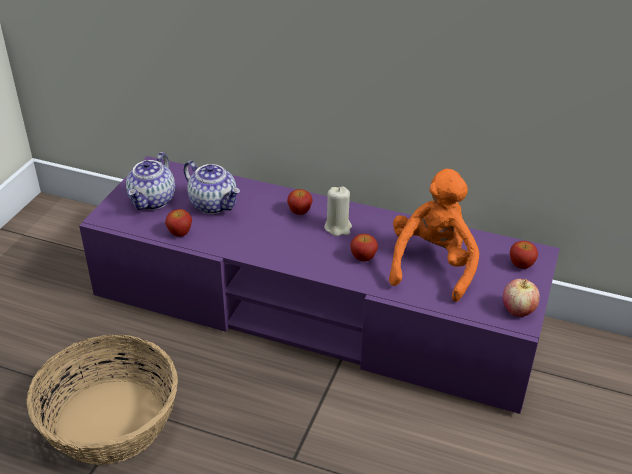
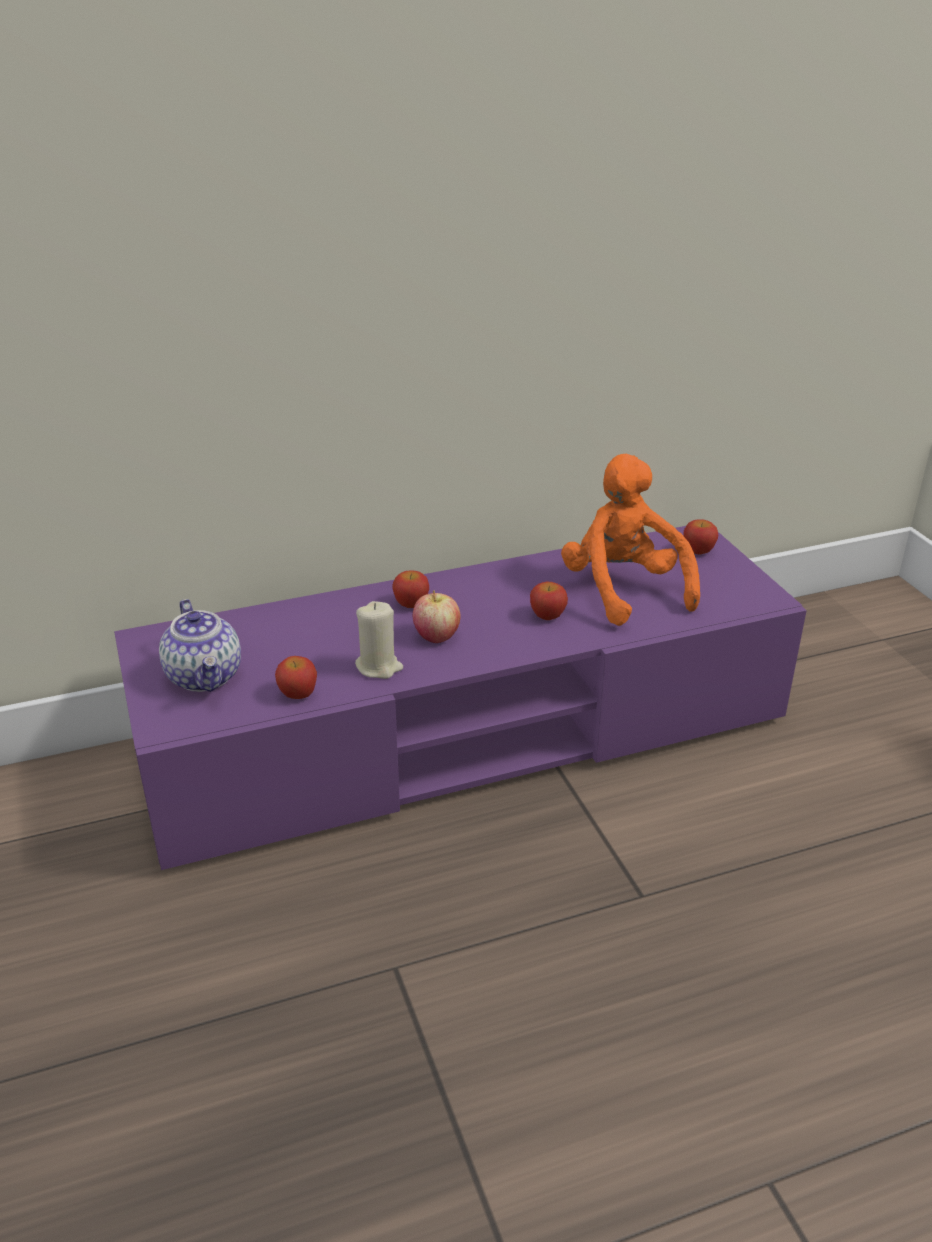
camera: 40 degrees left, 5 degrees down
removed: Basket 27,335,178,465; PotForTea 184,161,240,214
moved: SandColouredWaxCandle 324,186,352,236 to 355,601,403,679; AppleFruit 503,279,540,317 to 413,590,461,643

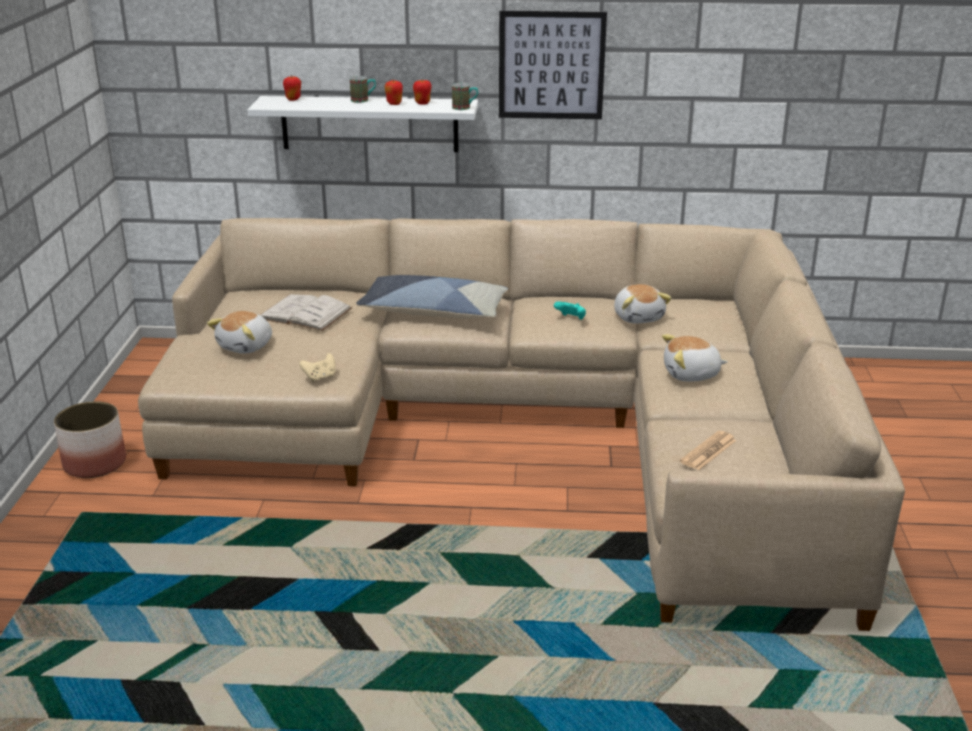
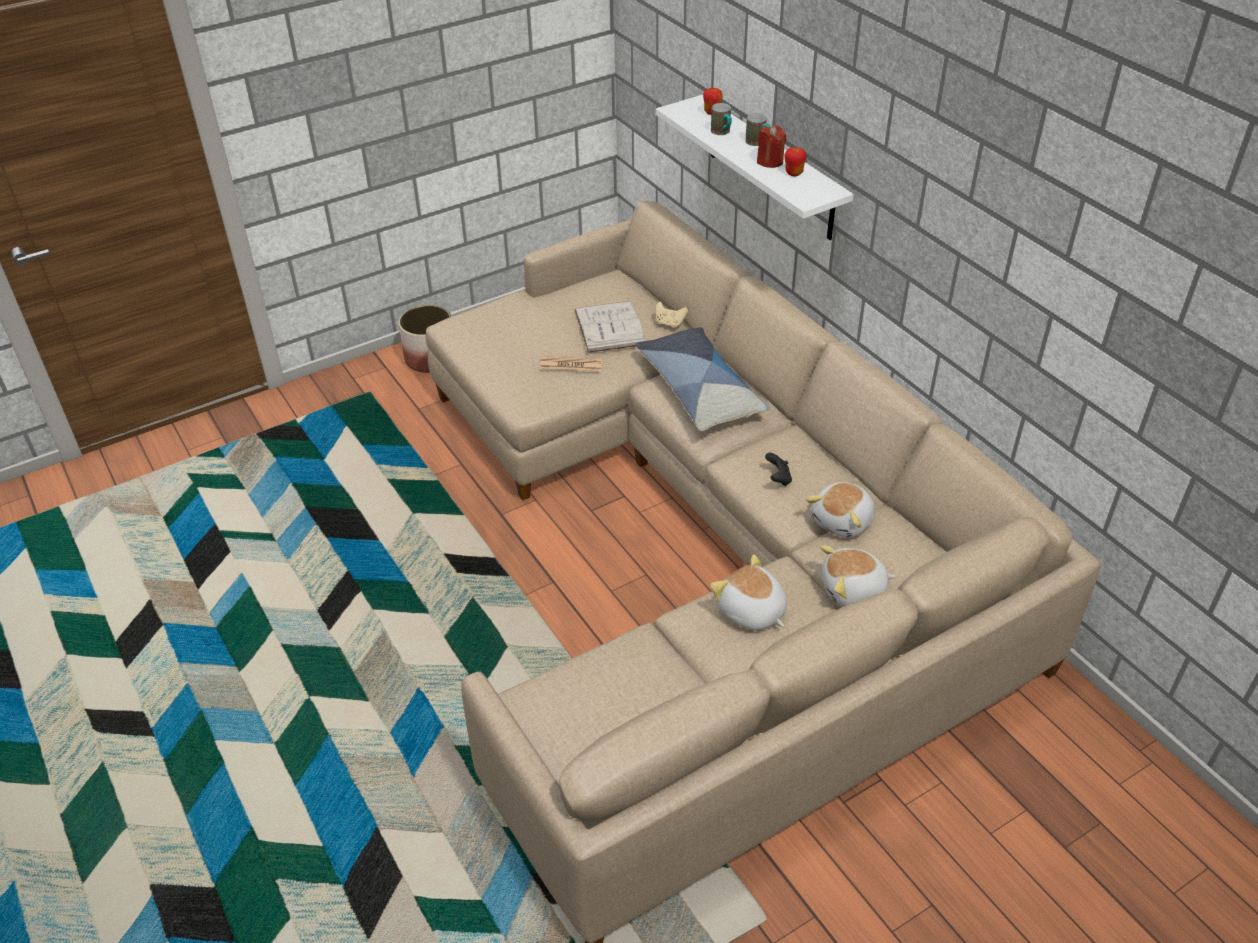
camera: 55 degrees right, 15 degrees up
removed: WallPicture 499,11,607,119
moved: SoftToy 207,311,272,354 to 820,545,896,607; SandColouredGamepad 299,353,336,382 to 656,302,688,328; CoffeeMug 452,83,478,110 to 711,103,732,135; DailyPaper 680,431,737,470 to 540,356,603,372
replaced: AppleFruit 385,79,403,105 to RedColouredWaxCandle 757,125,786,168
recoloured: TurquoiseColouredGamepad 554,302,586,320 to BlackColouredGamepad 765,453,792,486

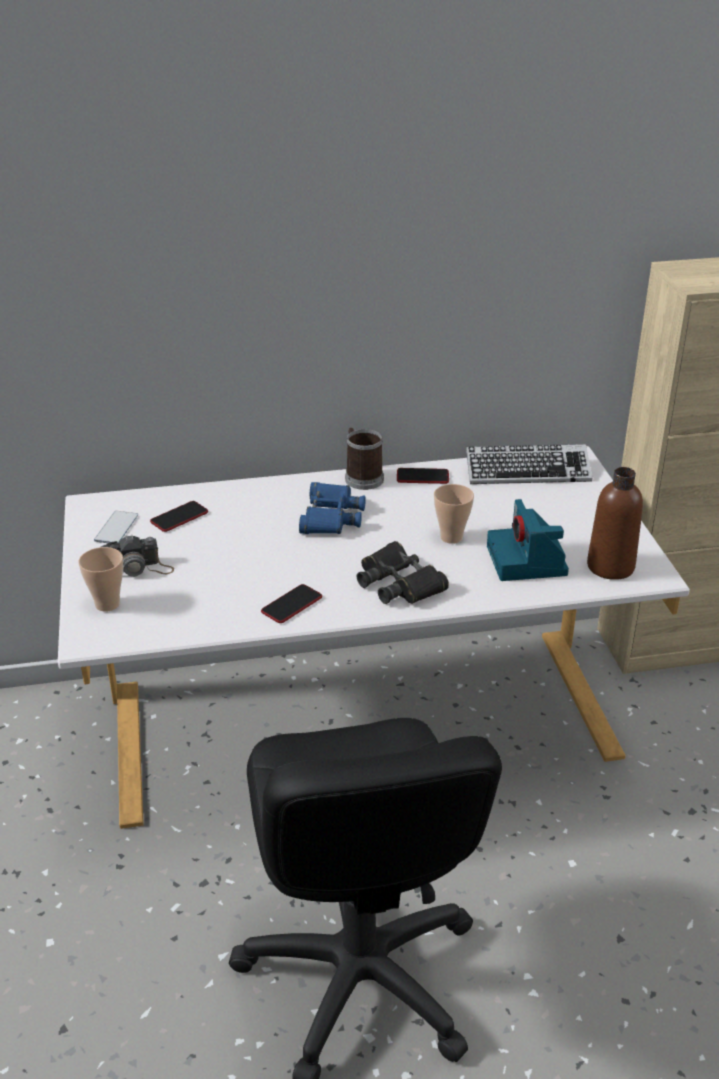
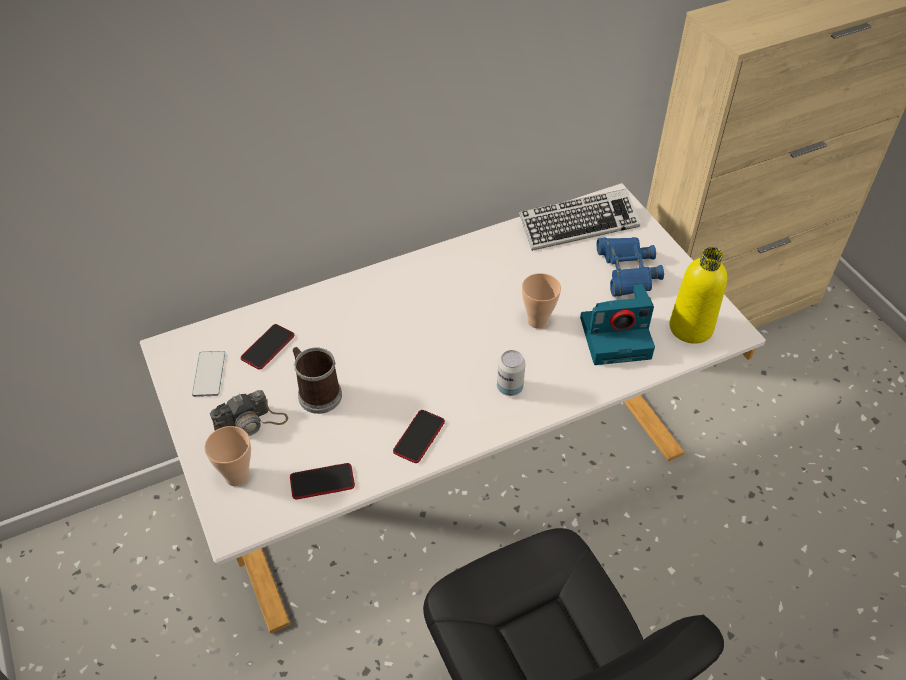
camera: 15 degrees left, 15 degrees up
moved: BlueBinoculars 299,482,366,534 to 596,237,664,297; CoffeeMug 345,428,384,490 to 293,347,342,414; Telephone 397,468,449,484 to 290,463,355,500
replaced: BlackColouredBinoculars 357,541,449,604 to SealedCan 497,350,526,396
recoloured: BrownDrinkBottle 587,467,643,580 to YellowColouredDrinkBottle 669,247,727,344
turned: StillCamera 487,499,569,581 = 580,284,655,365 75 degrees counterclockwise

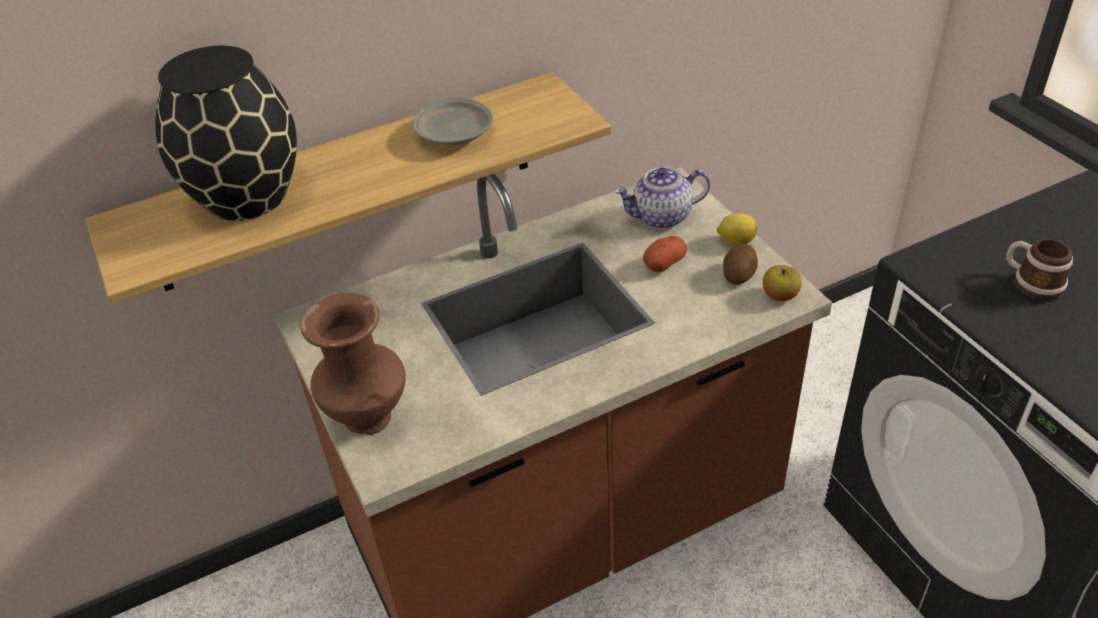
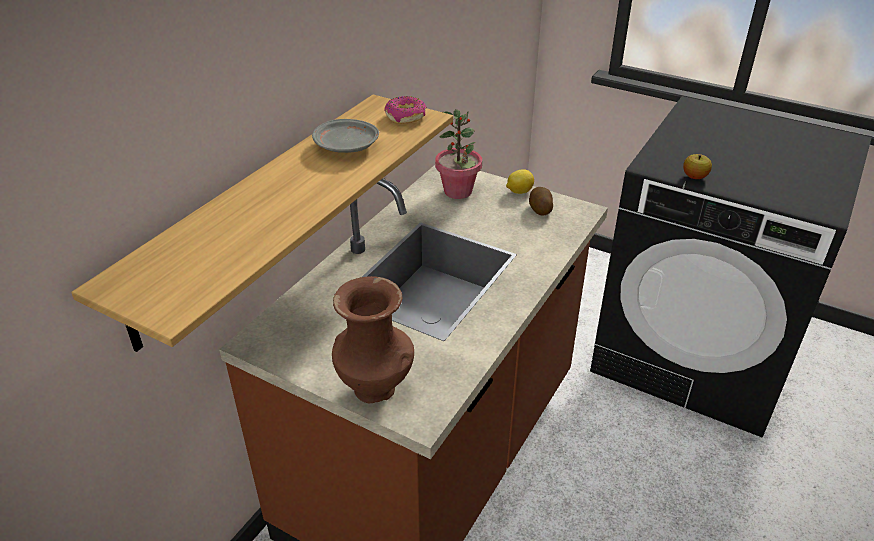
camera: 35 degrees left, 5 degrees down
removed: BlackColouredFlowerVase 155,46,297,221; Spud 643,236,687,272; CoffeeMug 1006,239,1073,300
added: RingDoughnut 384,96,427,124
moved: AppleFruit 763,265,802,301 to 683,154,712,179
replaced: PotForTea 614,167,710,229 to PottedPlant 435,109,482,199

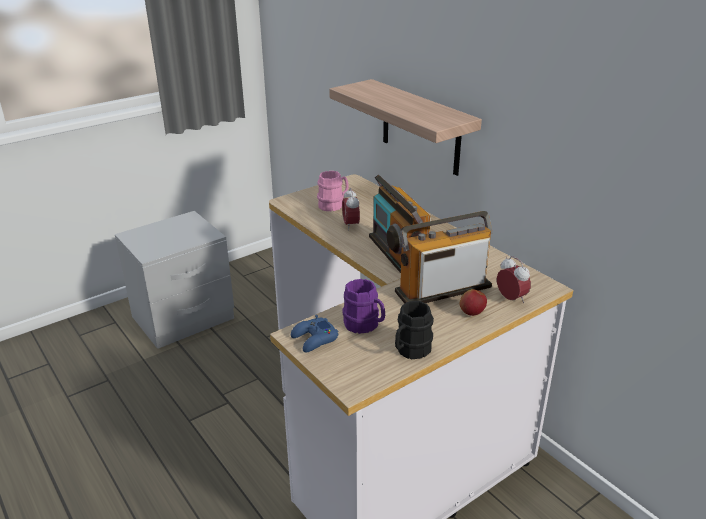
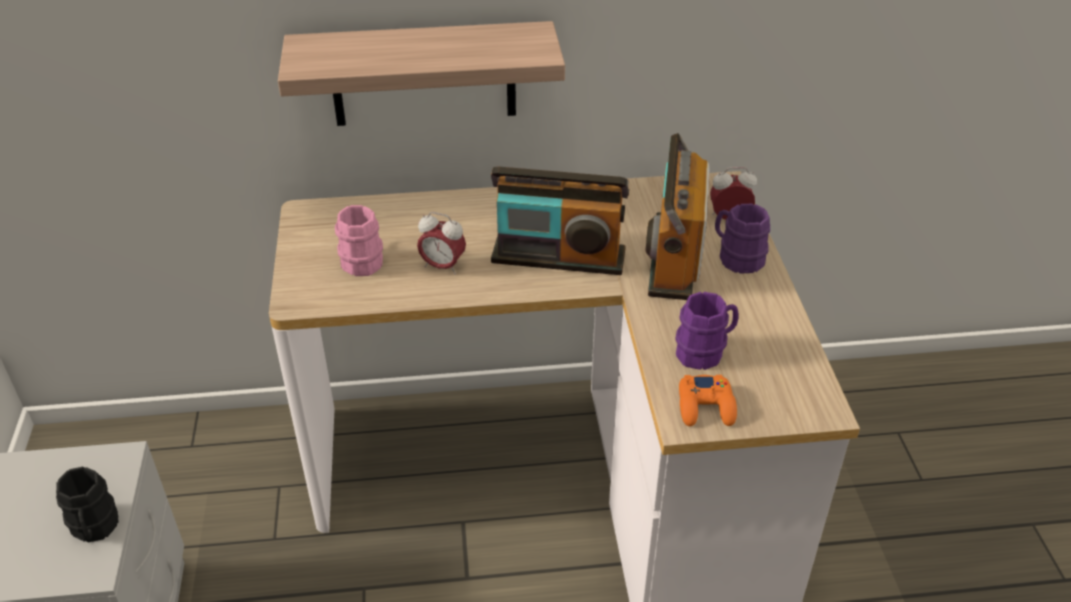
camera: 60 degrees left, 10 degrees up
moved: BlackColouredCoffeeMug 395,301,434,359 to 56,467,119,542
replaced: AppleFruit 459,289,487,316 to PurpleColouredCoffeeMug 715,204,770,274
recoloured: BlueGamepad 291,315,339,352 to OrangeGamepad 679,375,737,426

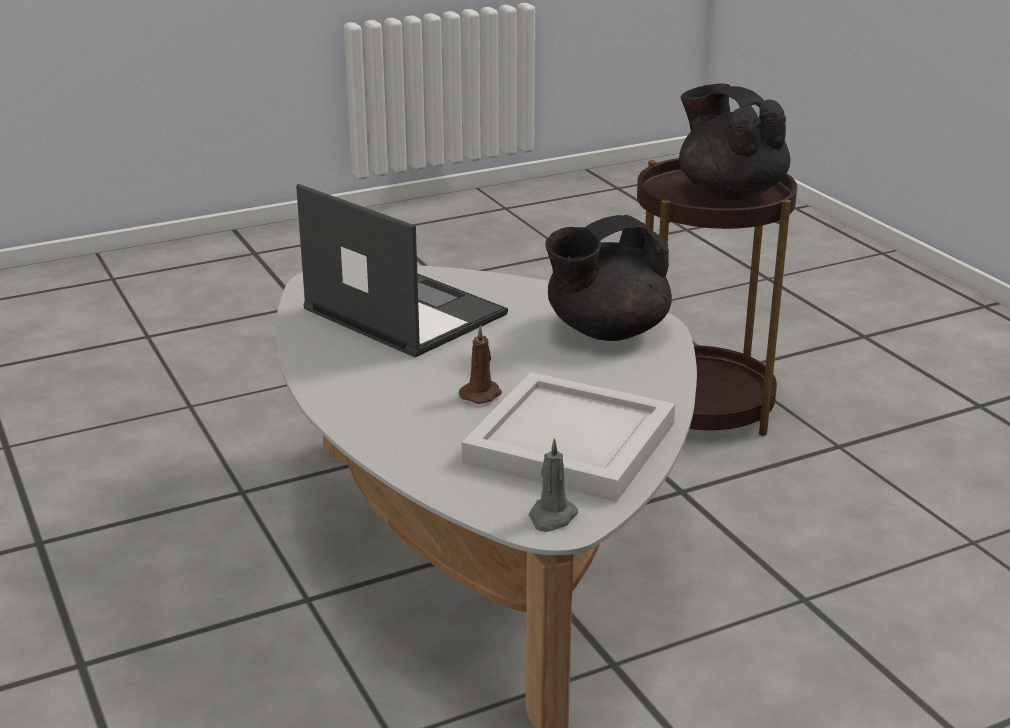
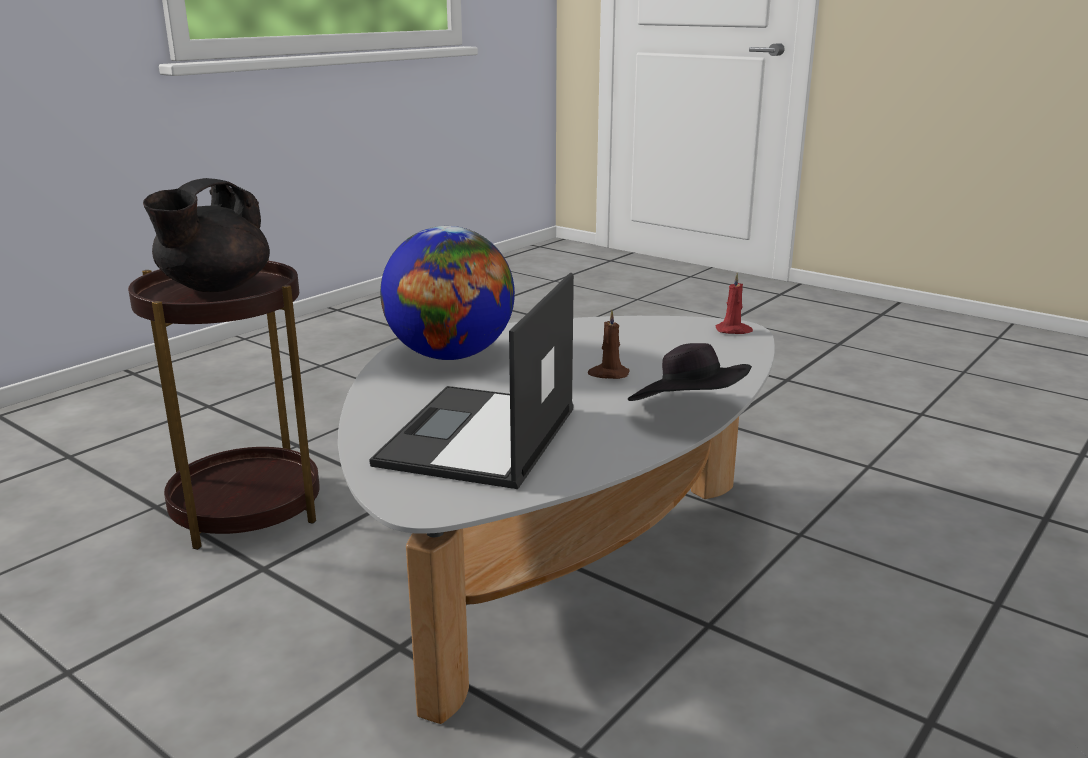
camera: 115 degrees left, 5 degrees down
removed: WhitishServingTray 462,372,675,502
added: BlackColouredWearableHat 628,343,752,401
replaced: BlackColouredPotForTea 545,215,672,341 to DeskGlobe 380,226,515,360
recoloured: GreyishWaxCandle 529,438,578,532 to RedColouredWaxCandle 716,272,753,334

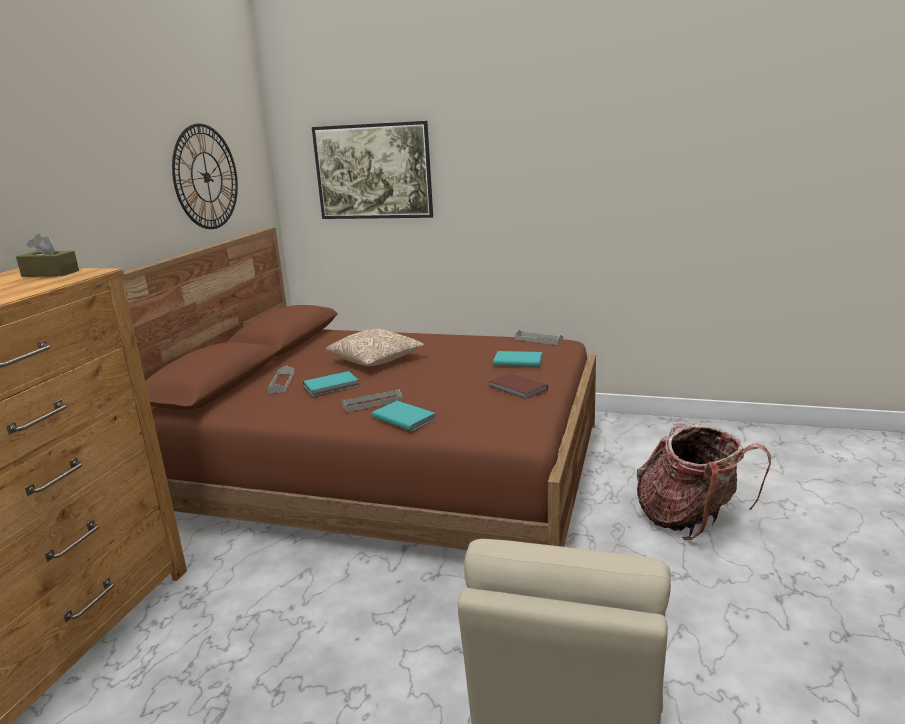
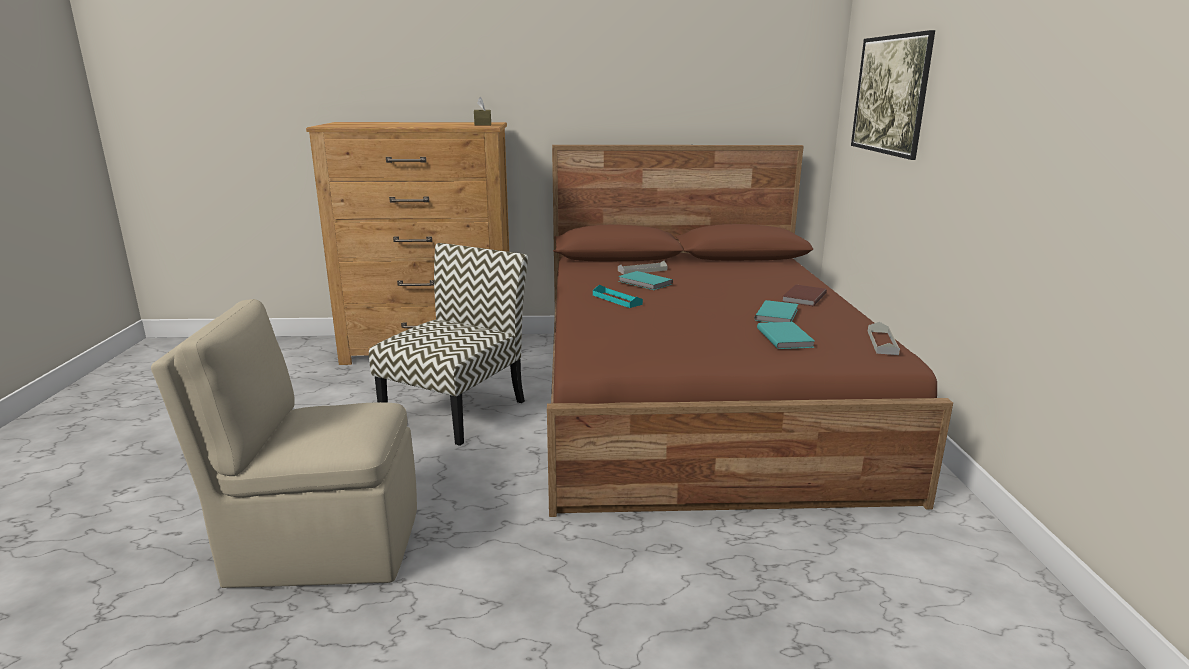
camera: 70 degrees right, 0 degrees up
removed: WallClock 172,124,238,229; Cushion 326,328,425,366; Rucksack 637,423,771,540
added: UprightChair 369,243,528,446
moved: TurquoiseColouredVolume 372,401,436,431 to 755,300,798,323; BrownVolume 489,373,548,400 to 782,285,827,306
recoloured: GreyishServingTray 342,389,402,412 to TurquoiseColouredServingTray 593,285,643,308

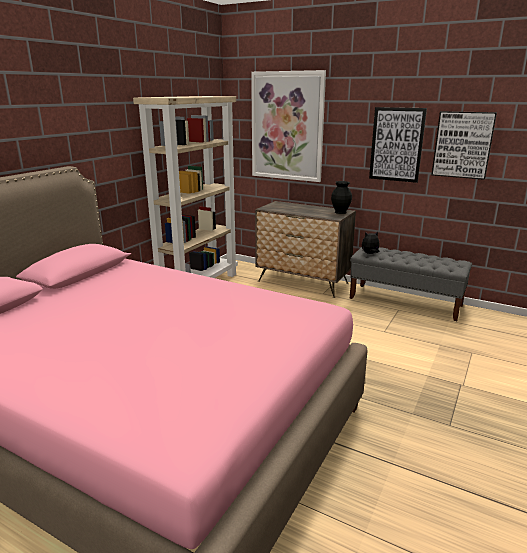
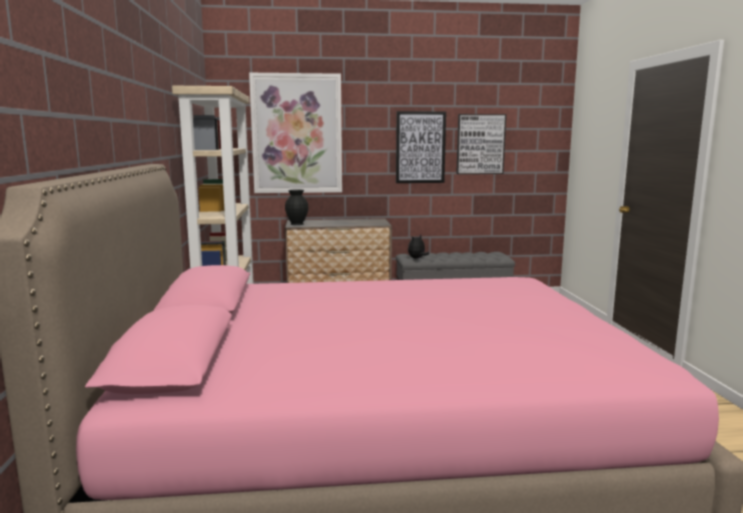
camera: 35 degrees left, 10 degrees down
moved: BlackColouredFlowerVase 331,181,352,214 to 285,189,308,225

